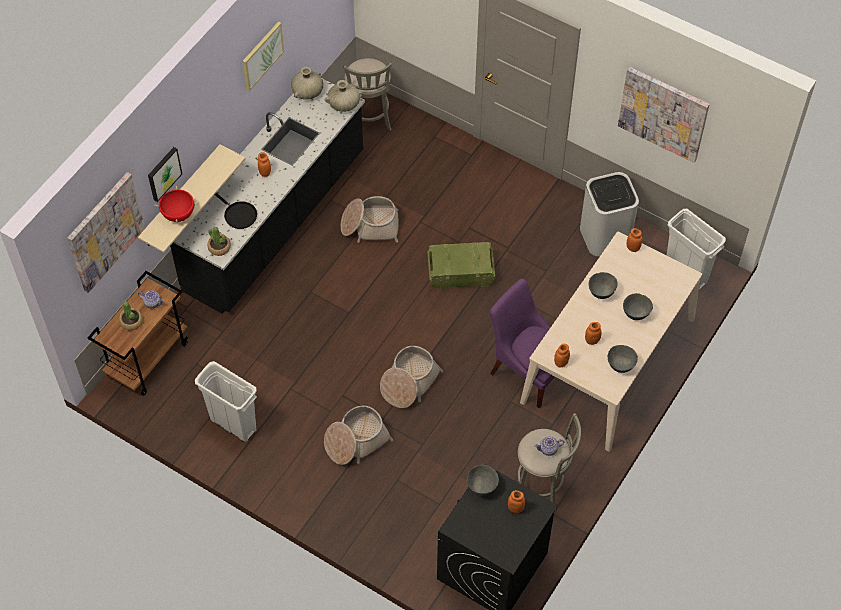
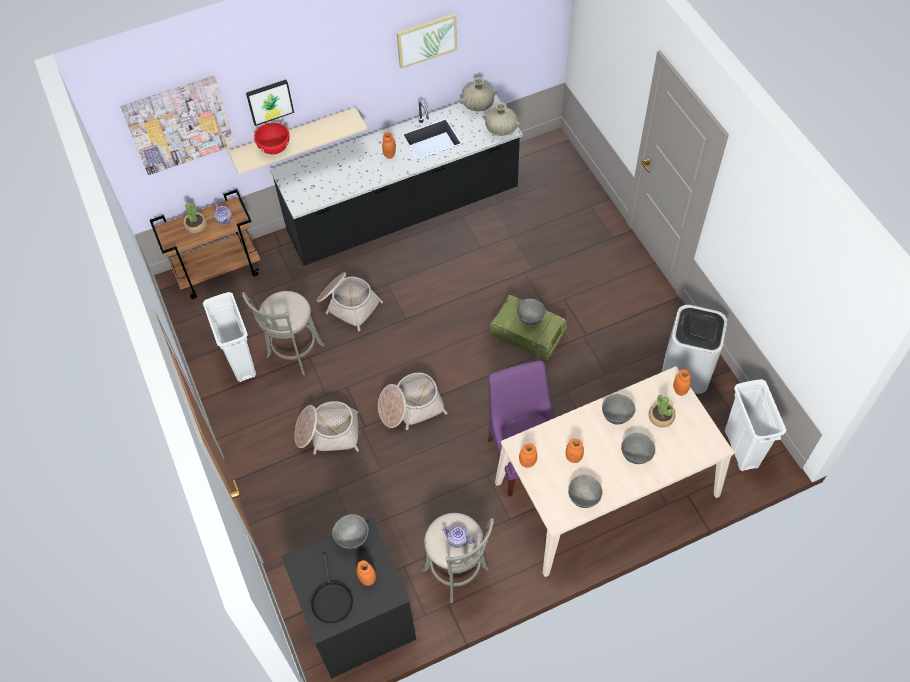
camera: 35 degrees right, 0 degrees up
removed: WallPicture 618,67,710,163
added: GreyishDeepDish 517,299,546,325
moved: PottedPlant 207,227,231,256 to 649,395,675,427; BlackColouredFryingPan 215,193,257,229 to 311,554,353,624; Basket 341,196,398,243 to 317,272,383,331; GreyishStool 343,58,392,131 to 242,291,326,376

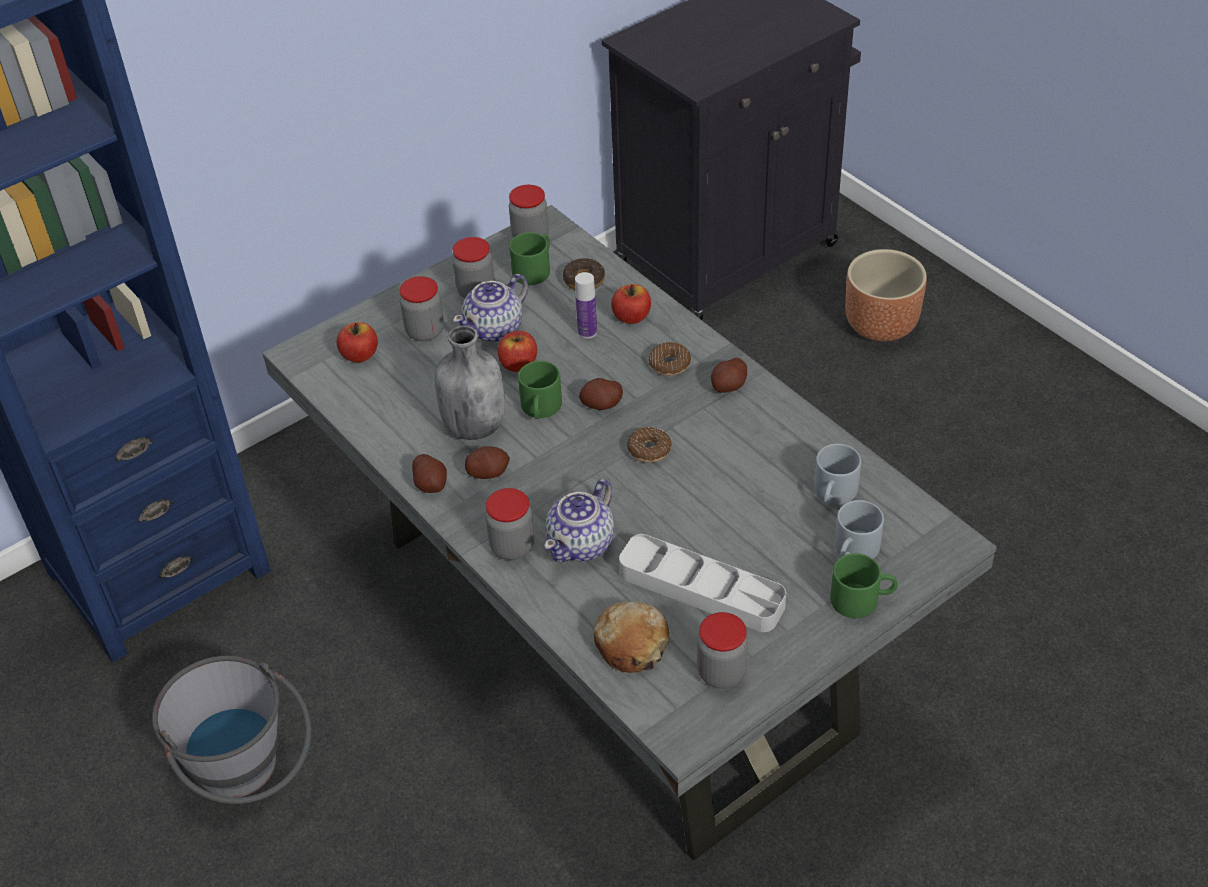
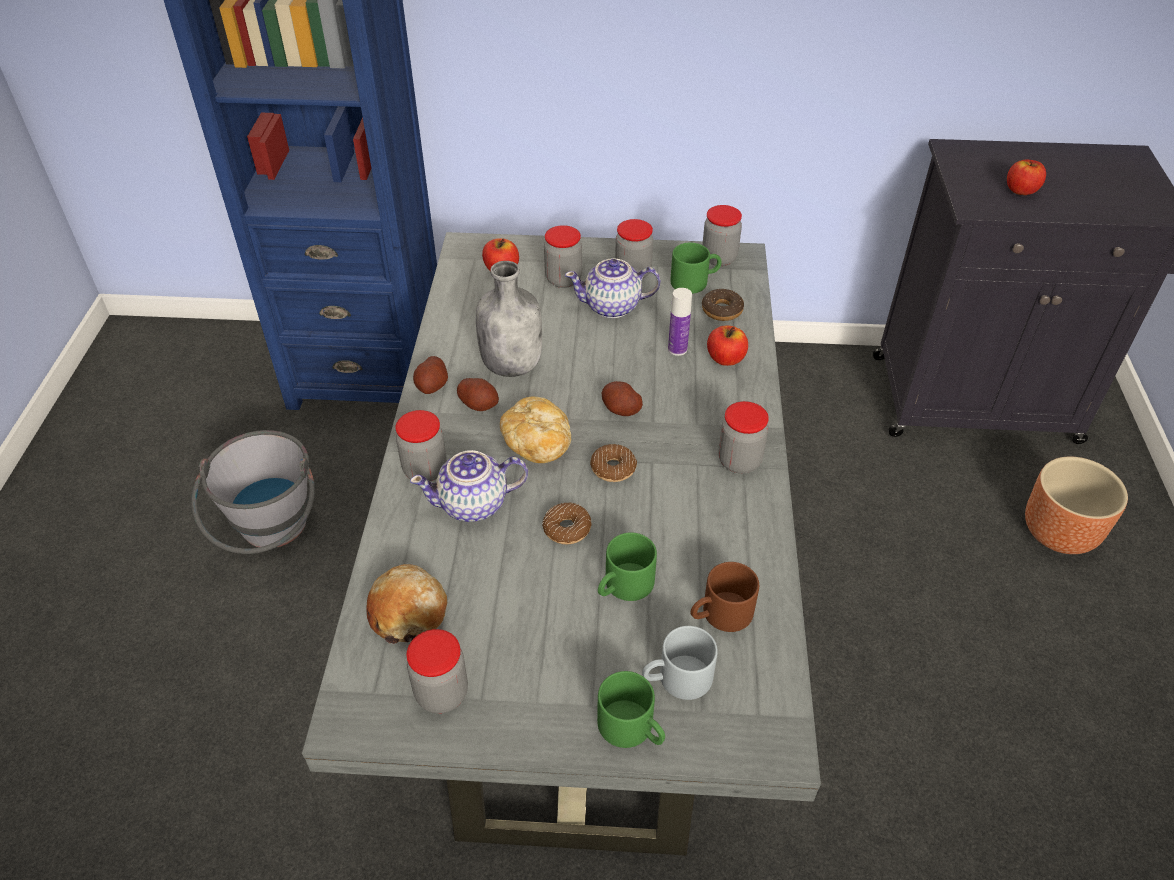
camera: 40 degrees right, 0 degrees up
removed: GreyishServingTray 619,534,786,632
added: BakedBread 500,397,571,463
moved: AppleFruit 498,331,537,372 to 1007,160,1046,195; GreenColouredCoffeeMug 518,361,562,419 to 598,532,657,601; RingDoughnut 649,342,691,376 to 542,502,592,544
replaced: Spud 711,358,747,393 to Jar 718,401,769,473
recoloured: GreyishCoffeeMug 814,444,861,505 to BrownCoffeeMug 690,562,759,632

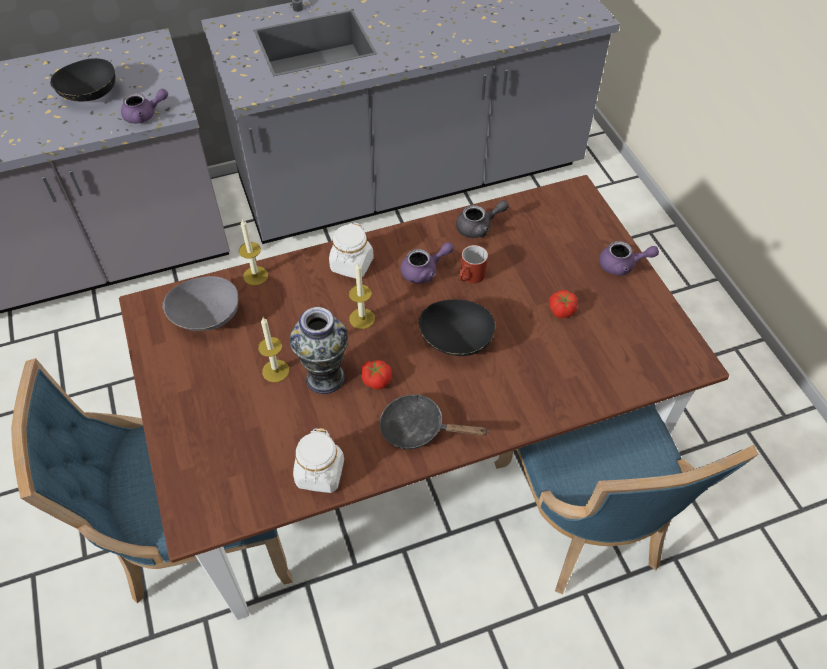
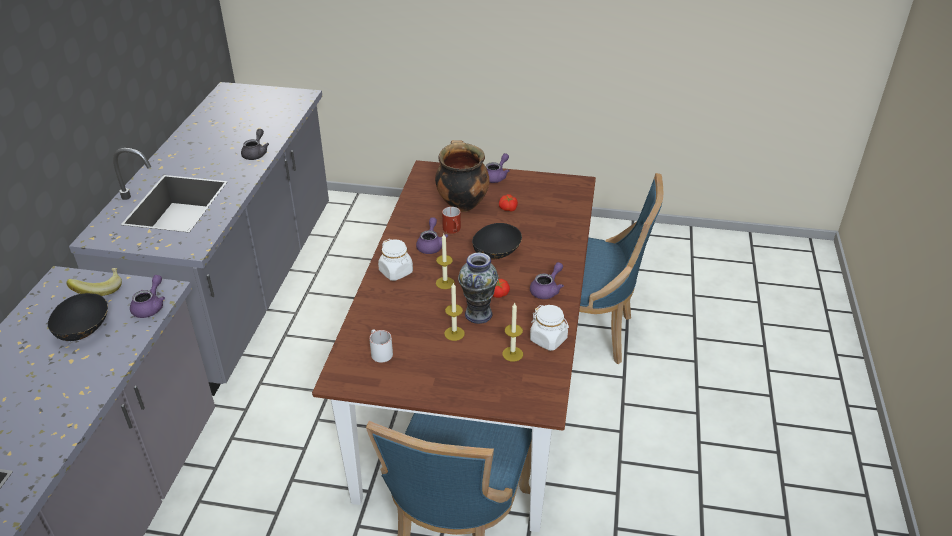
camera: 60 degrees left, 15 degrees down
added: Banana 66,268,122,296; Stockpot 435,140,489,212
moved: WaxCandle 239,218,268,285 to 502,303,523,362; GreyishPotForTea 456,200,509,238 to 241,129,269,160
replaced: GreyishDeepDish 163,276,238,331 to WhitishCoffeeMug 369,329,393,363; BlackColouredFryingPan 379,394,489,449 to PurpleColouredPotForTea 530,262,564,299

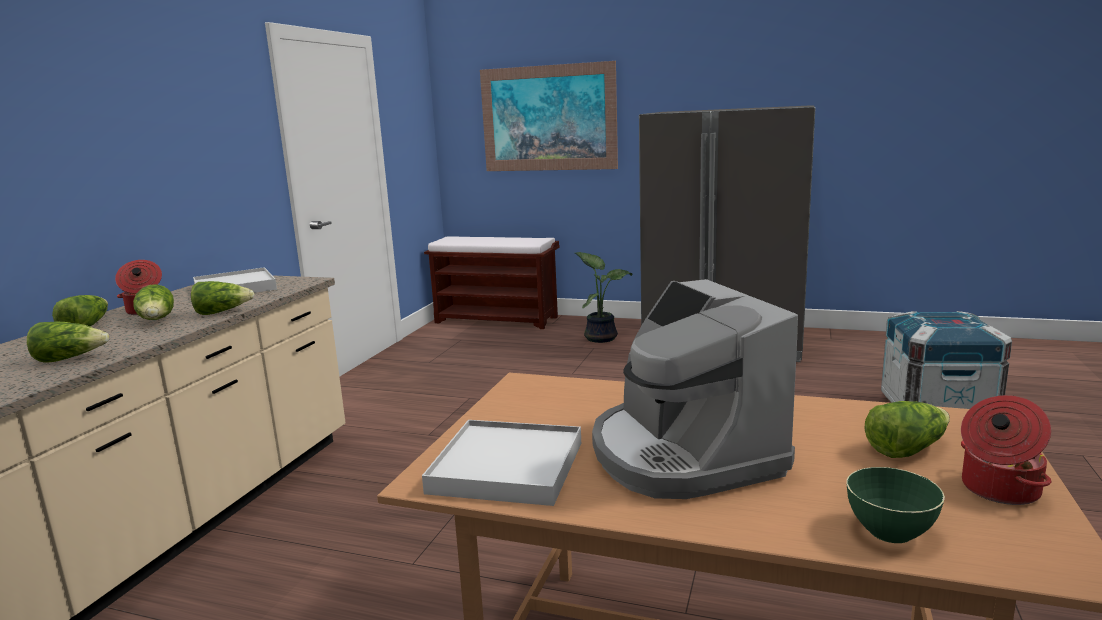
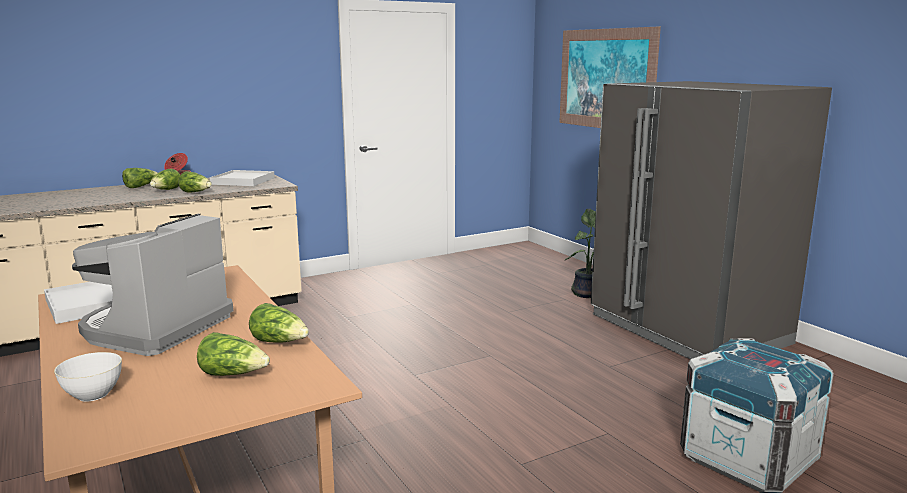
camera: 40 degrees right, 0 degrees up
removed: BrownIndoorBench 424,236,560,329; Stockpot 961,395,1051,505
moved: LettuceHead 27,322,109,362 to 249,303,309,343
recoloured: GreenColouredDeepDish 846,467,945,543 to WhitishDeepDish 54,352,122,402

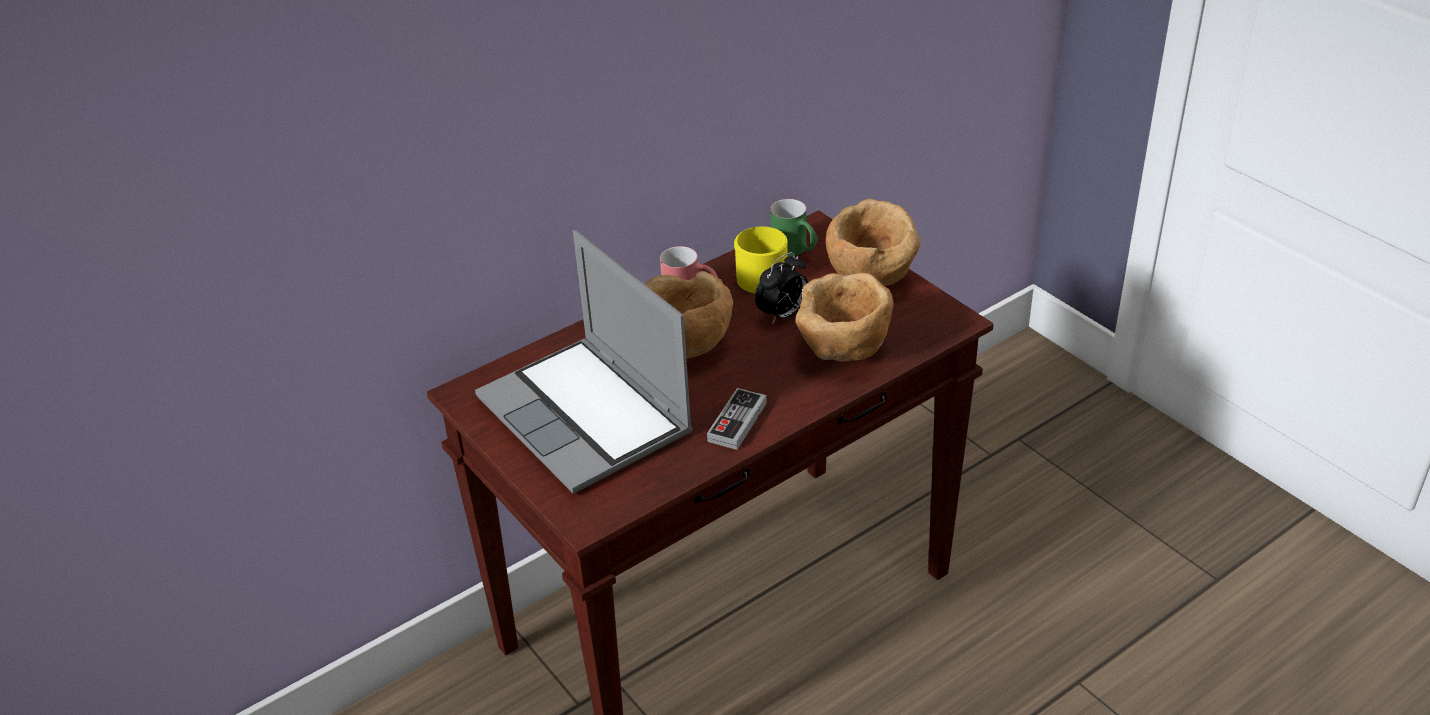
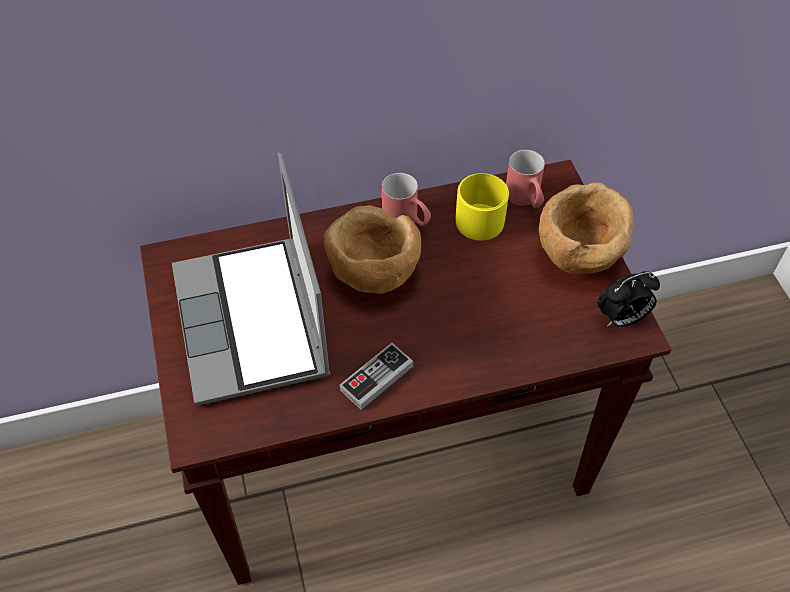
camera: 20 degrees right, 15 degrees up
removed: BrownDeepDish 795,273,893,362
moved: BedsideClock 755,252,808,325 to 597,271,660,327
recoloured: GreenColouredCoffeeMug 770,199,818,256 to RedColouredCoffeeMug 506,150,545,208

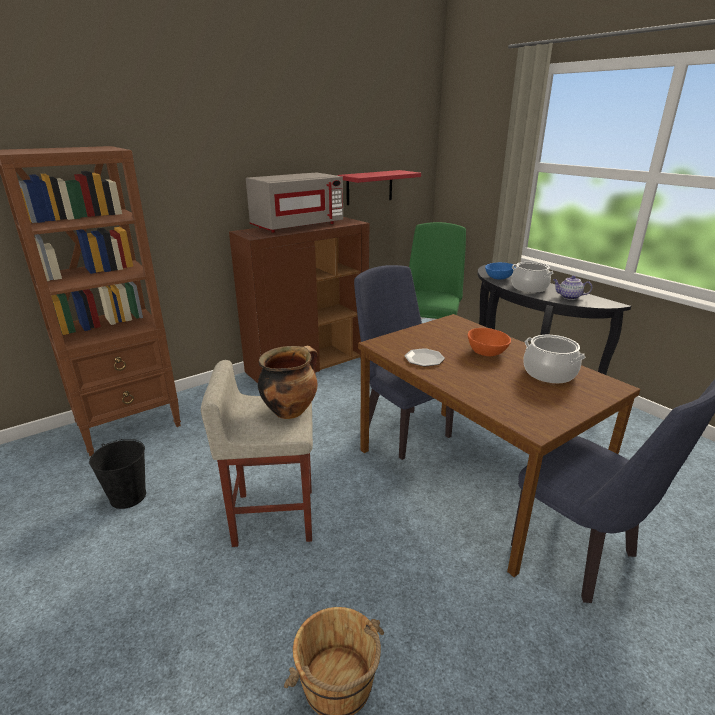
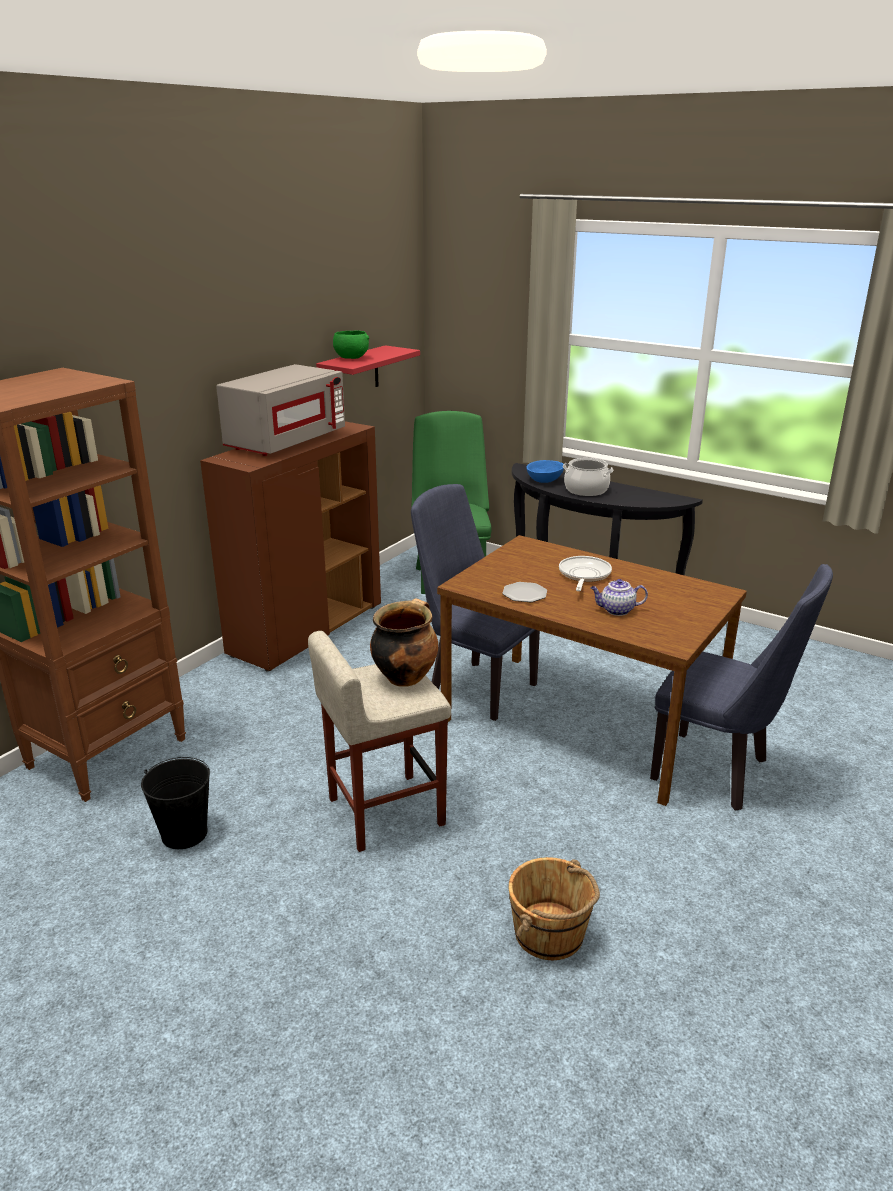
camera: 20 degrees left, 0 degrees up
removed: Stockpot 523,335,585,383
added: GreenColouredDeepDish 333,330,369,359
moved: PotForTea 553,276,592,300 to 590,579,648,616
replaced: OrangeDeepDish 468,328,511,356 to FryingPan 559,556,612,591

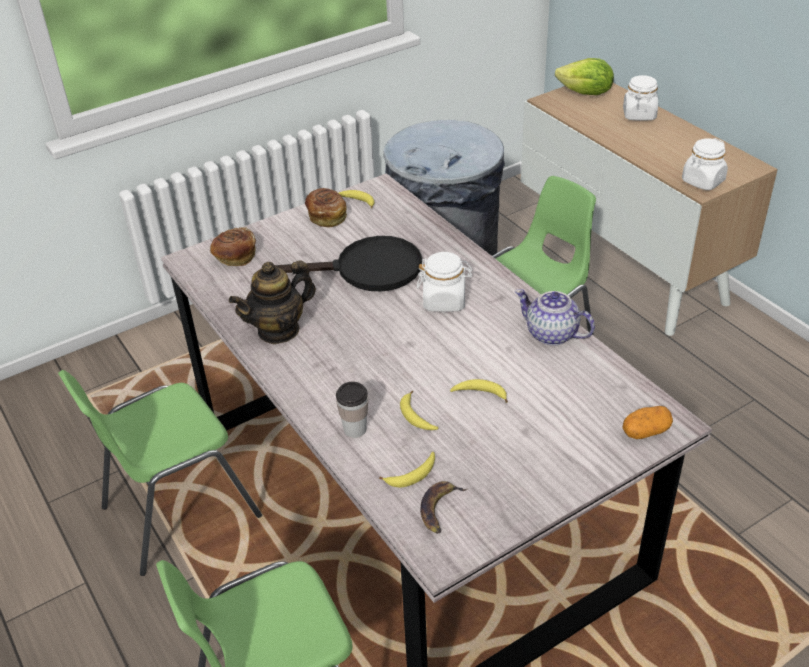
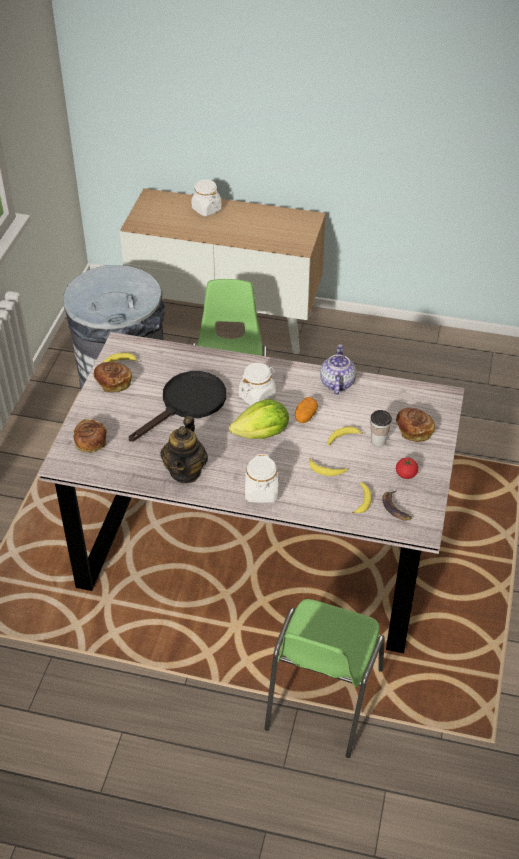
camera: 45 degrees left, 5 degrees up
removed: GreenColouredUprightChair 58,370,262,576
added: BakedBread 396,408,435,442; FreshTomato 396,458,418,479
moved: DrinkingCup 336,382,368,438 to 370,410,392,446; LettuceHead 555,58,614,95 to 229,399,289,439; Spud 622,406,673,439 to 295,397,318,423; WhitishJar 682,138,728,190 to 245,454,278,503
turned: PotForTea 515,289,595,346 = 320,344,356,395 105 degrees clockwise

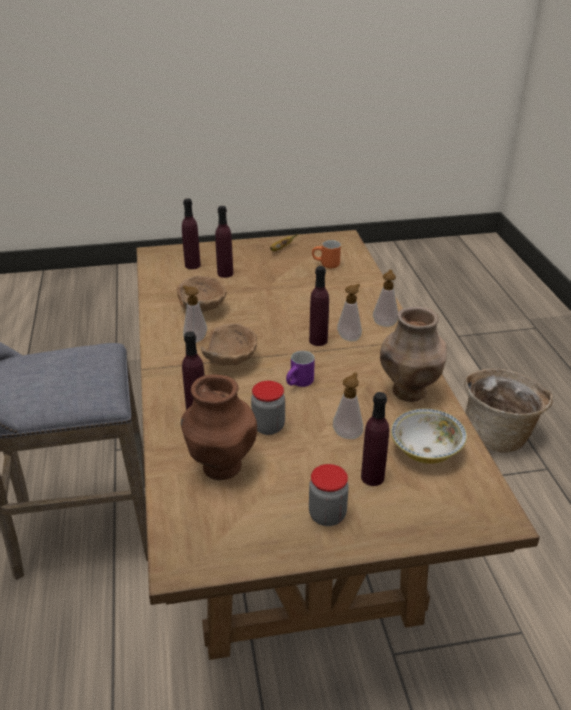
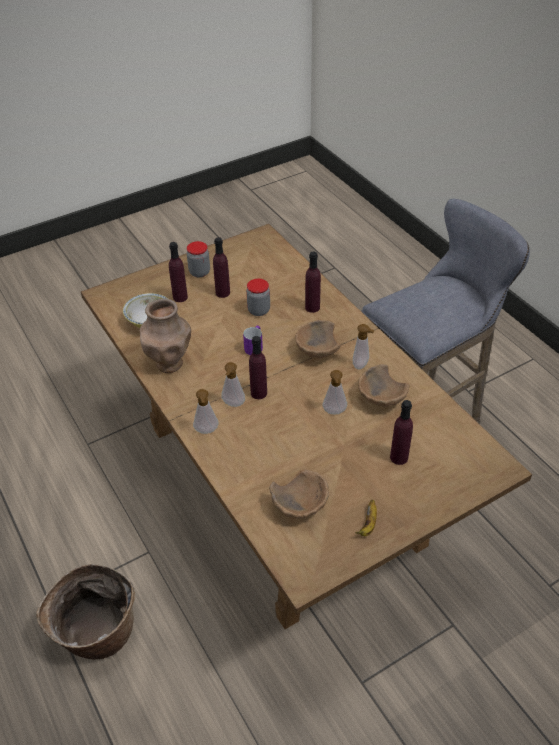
camera: 160 degrees right, 10 degrees up
removed: BrownFlowerVase 181,374,257,480
moved: PurpleColouredDrinkBottle 182,198,201,269 to 213,237,230,298; SoapBottle 333,372,363,439 to 322,370,347,415
replaced: OrangeCoffeeMug 312,240,341,268 to BrownDeepDish 269,469,329,519

